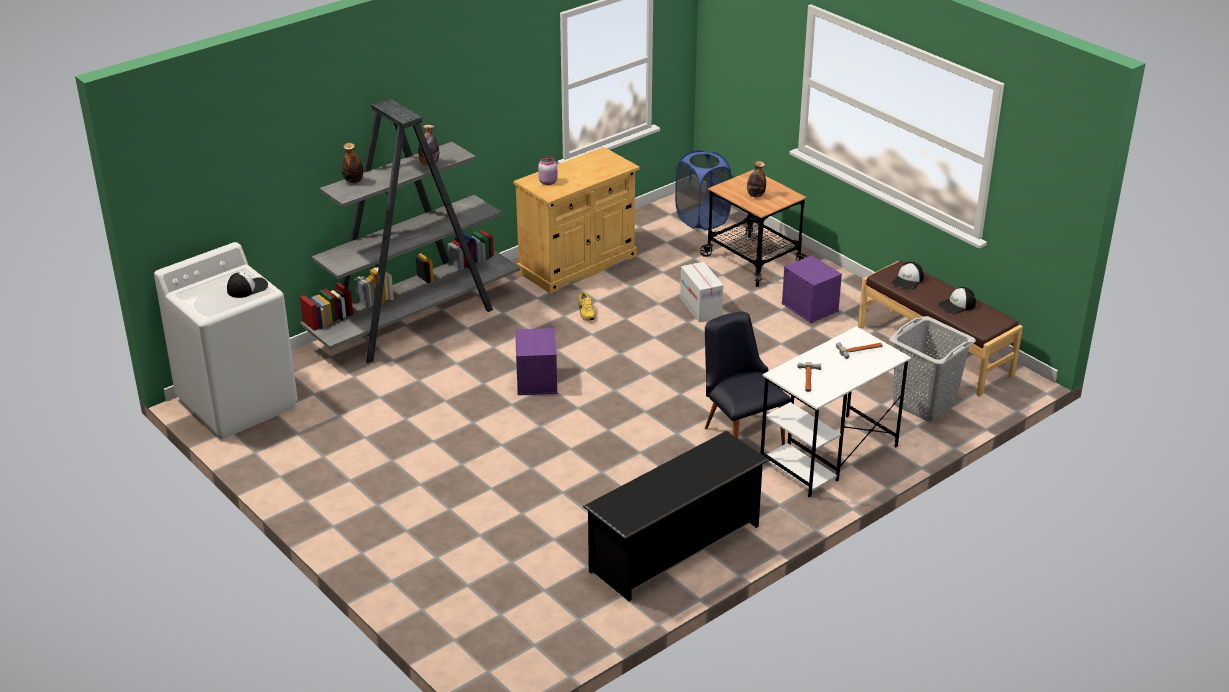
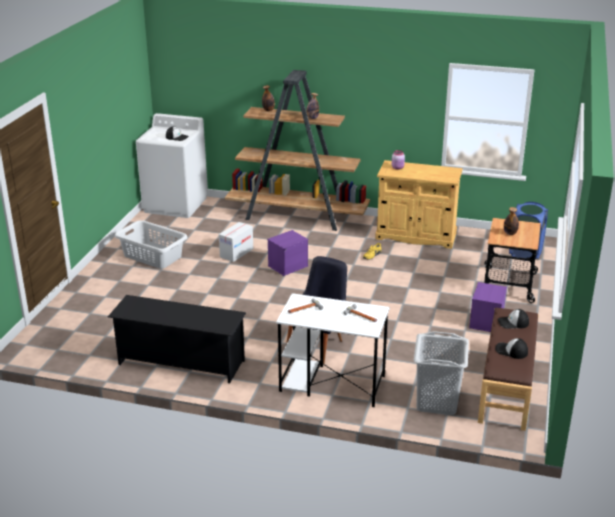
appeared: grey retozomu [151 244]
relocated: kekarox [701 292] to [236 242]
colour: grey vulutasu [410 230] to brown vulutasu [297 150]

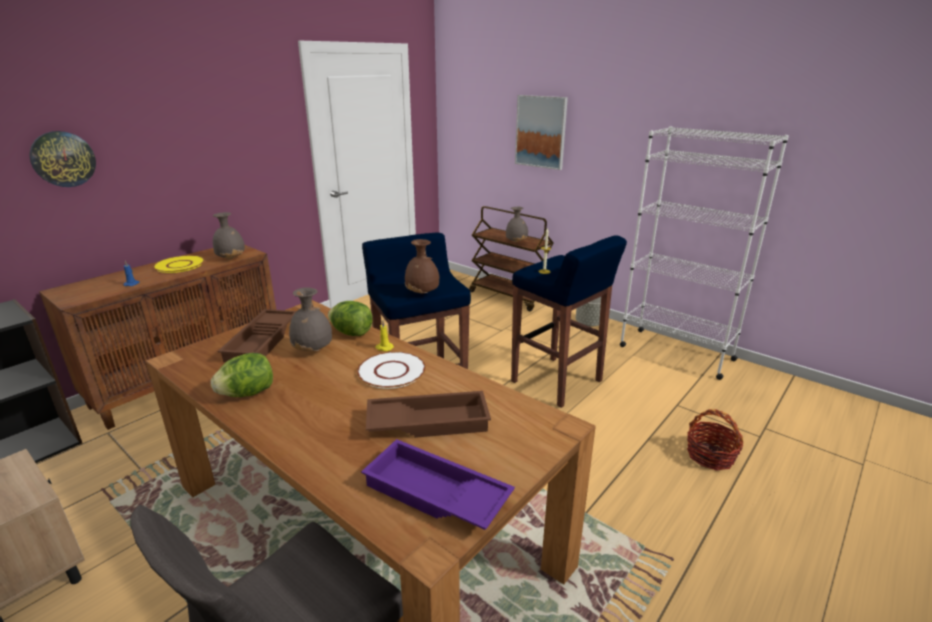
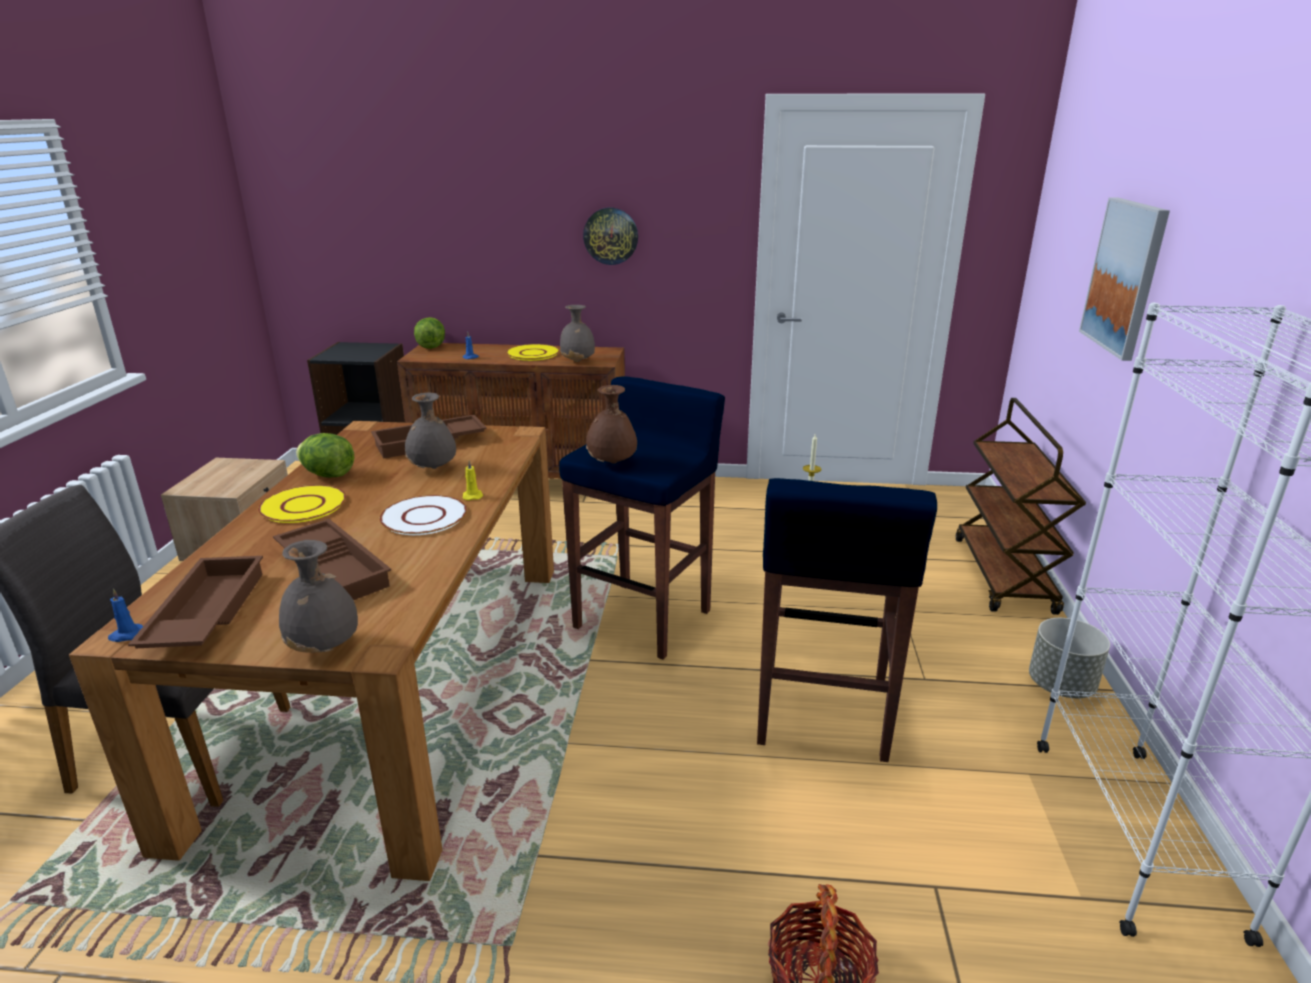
appeared: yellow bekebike [302 504]; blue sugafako [125 615]
relocated: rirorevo [62 159] to [610 236]; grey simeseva [517 225] to [318 596]; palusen [350 318] to [429 333]
colour: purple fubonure [438 484] to brown fubonure [195 602]

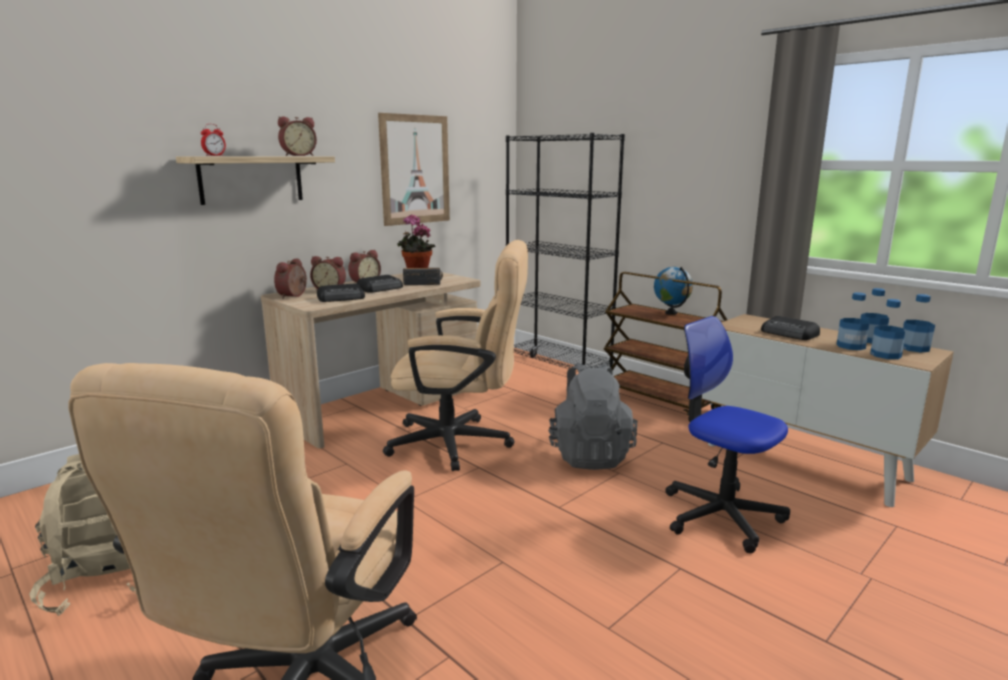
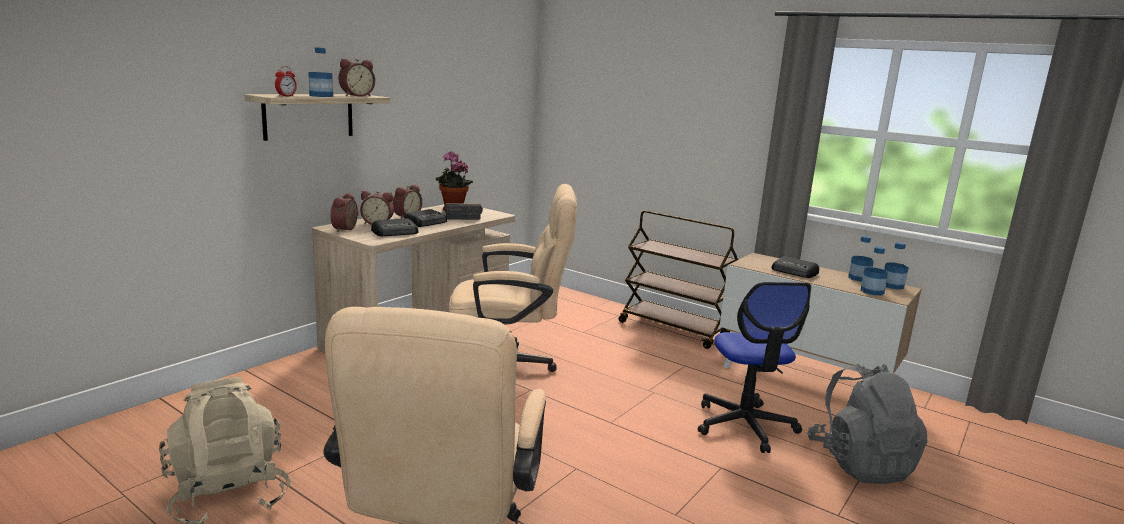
missing: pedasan [414 169]; black vulutasu [565 252]; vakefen [673 291]
relocated: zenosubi [853 321] to [320 72]; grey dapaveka [593 416] to [867 424]
spun: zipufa [727 434] = [754 367] 135 degrees counterclockwise

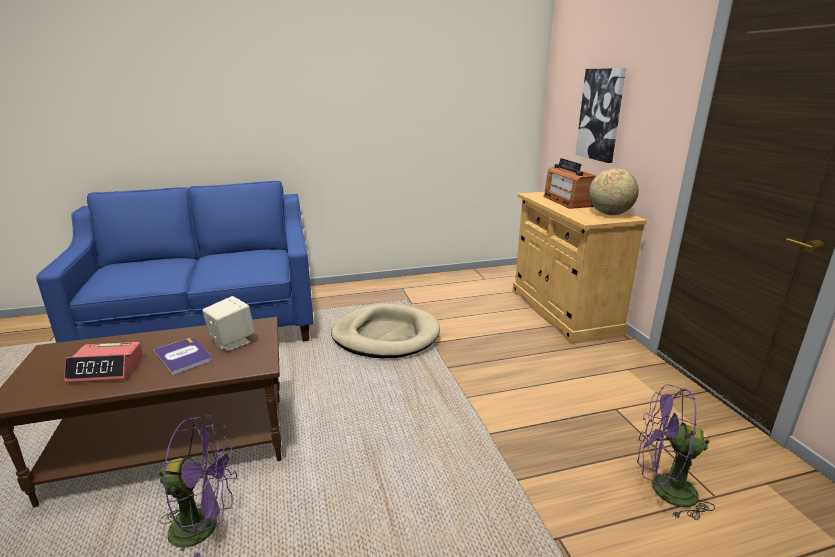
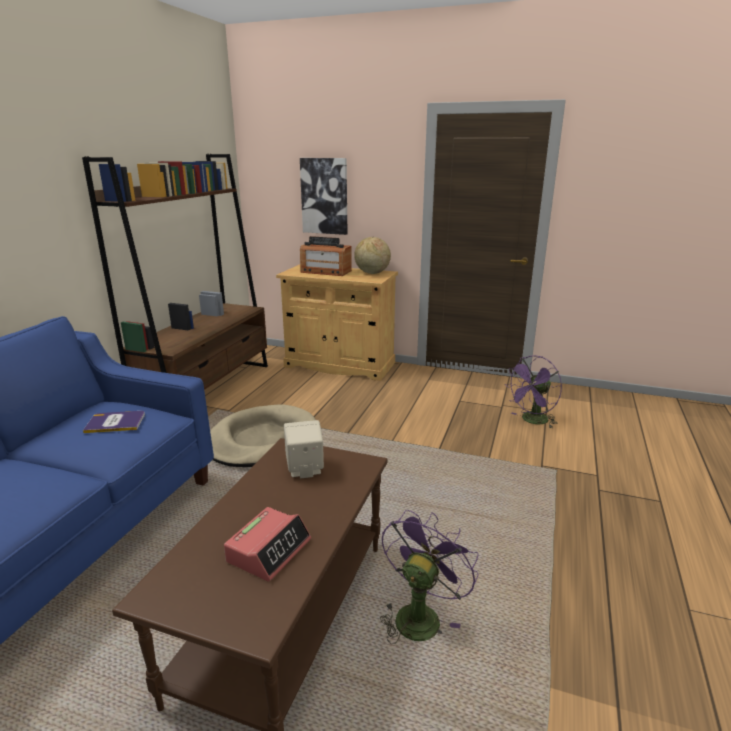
appeared: brown vulutasu [175 272]
relocated: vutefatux [182 356] to [114 422]

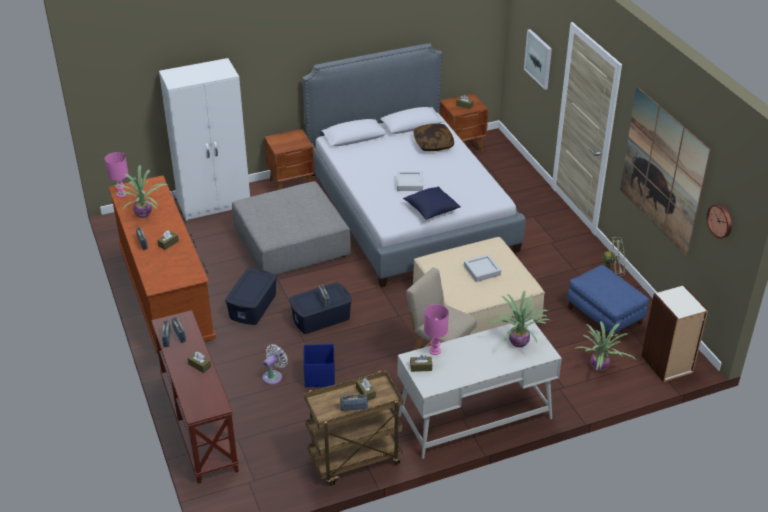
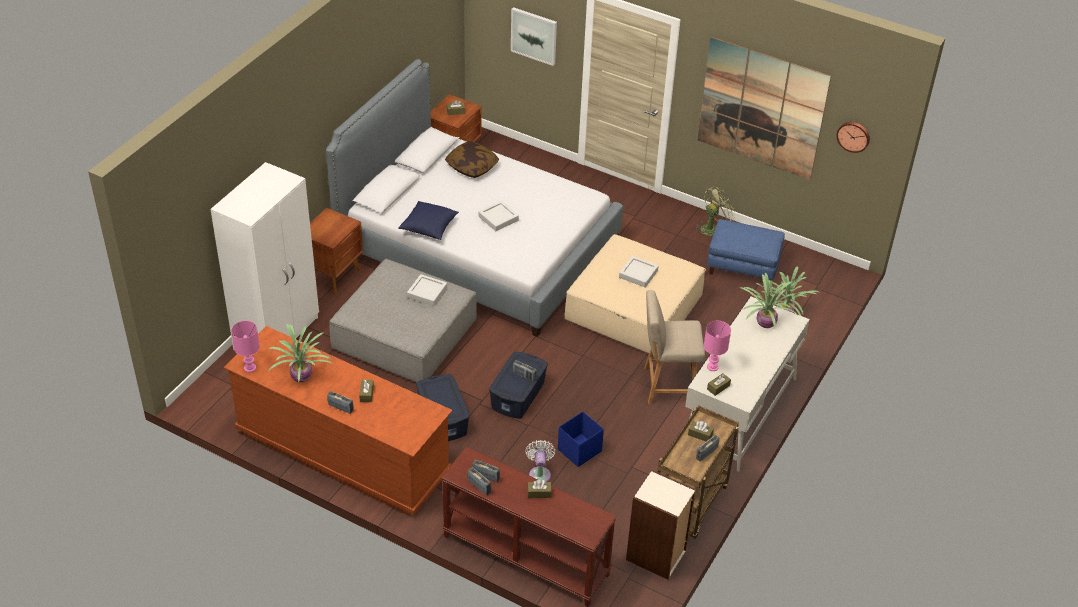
appeared: grey fubonure [427 290]
relocated: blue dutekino [432 203] to [428 220]; vulutasu [674 333] to [661 525]

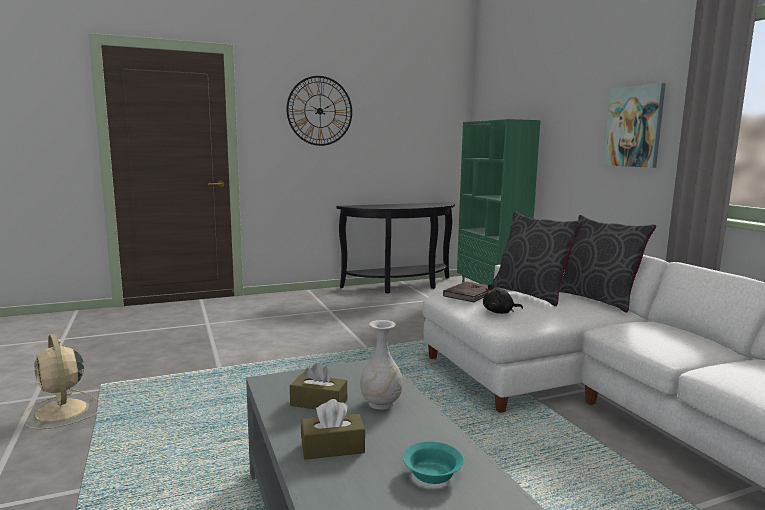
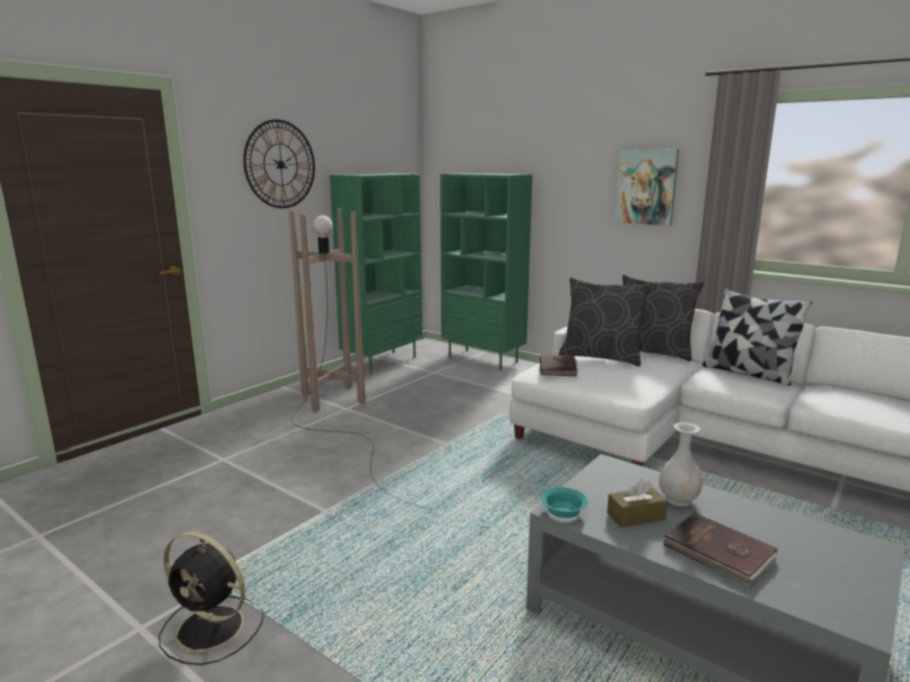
missing: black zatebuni [503 299]
appeared: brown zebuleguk [364 359]; dutekino [757 337]
relocated: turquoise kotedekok [433 463] to [564 502]
exchanged: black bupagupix [395 248] to green vulutasu [376 273]; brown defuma [333 429] to brown vutefatux [720 549]
colour: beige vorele [62 382] to black vorele [211 598]

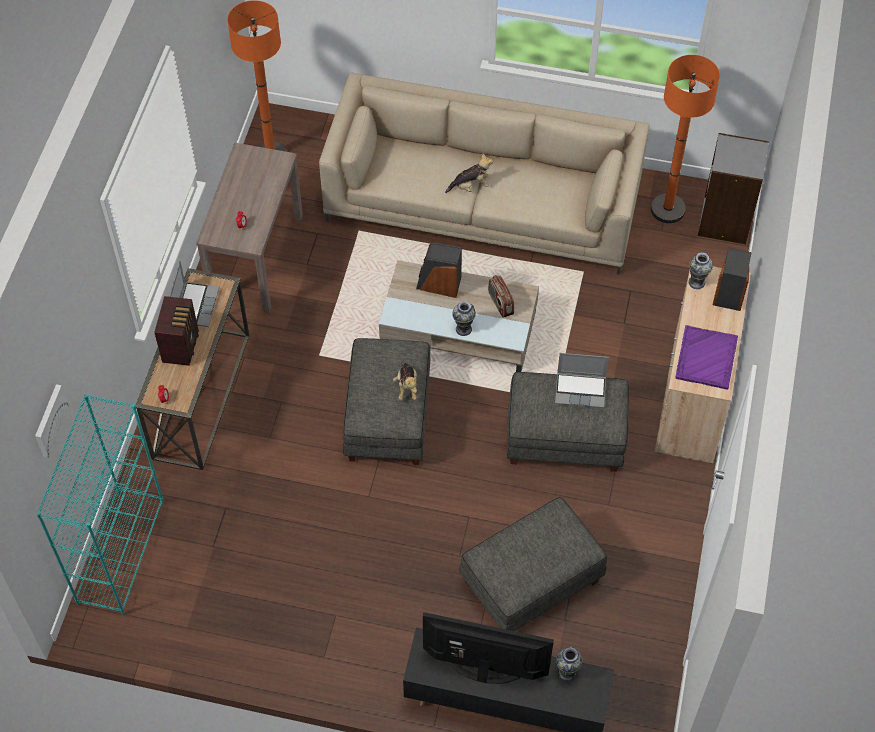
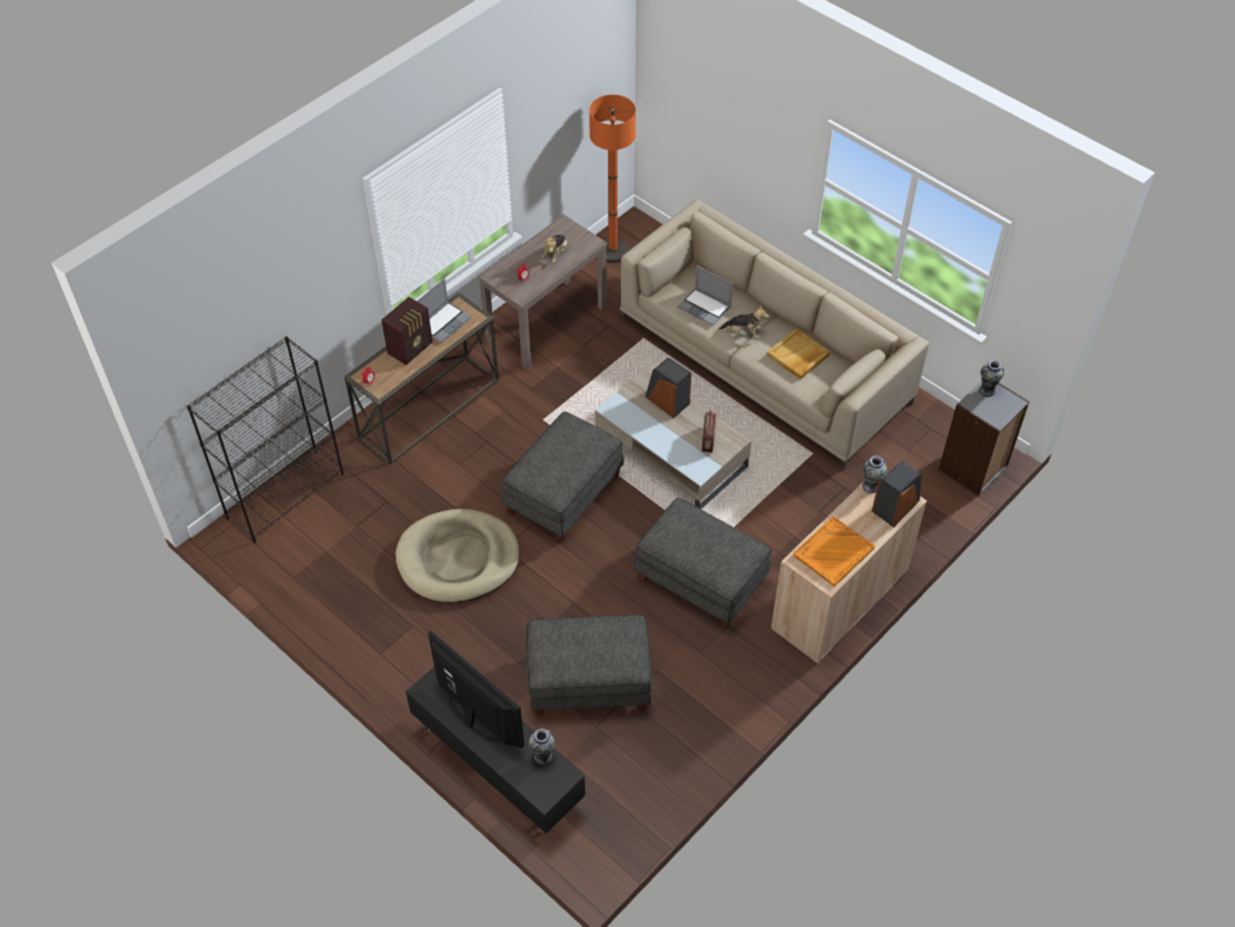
missing: orange zebuleguk [685 139]; pedasan [52 420]
appeared: beige fubonure [798 354]; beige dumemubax [457 556]
relocated: simeseva [464 318] to [991 378]; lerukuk [582 380] to [705 296]; zatebuni [405 381] to [554 248]
colour: purple fubonure [707 357] to orange fubonure [834 551]; turquoise vulutasu [100 504] to black vulutasu [265 439]

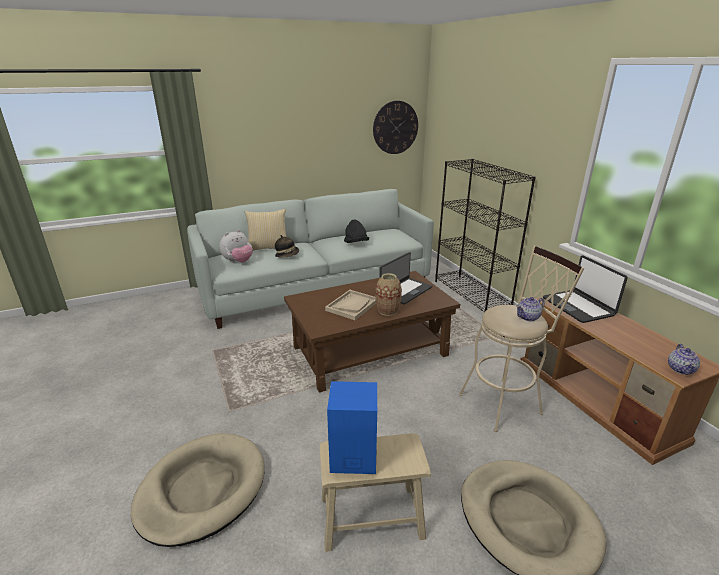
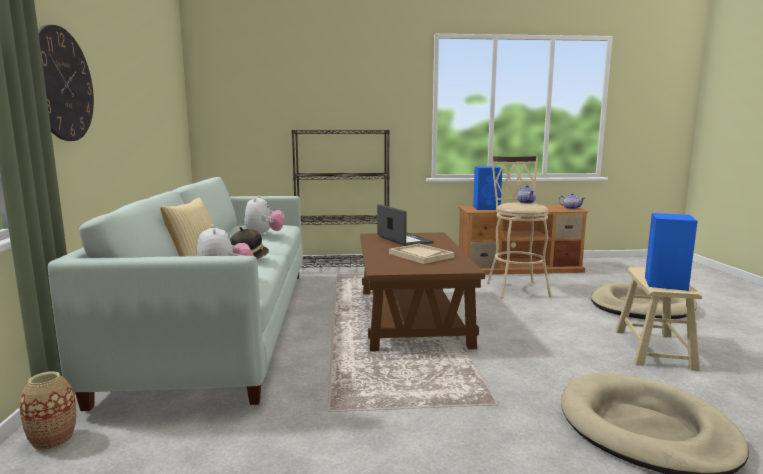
relocated: rirorevo [395 127] to [66 83]; simeseva [388 294] to [48 410]
exchanged: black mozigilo [356 231] to zatebuni [264 215]; lerukuk [585 289] to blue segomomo [487 188]

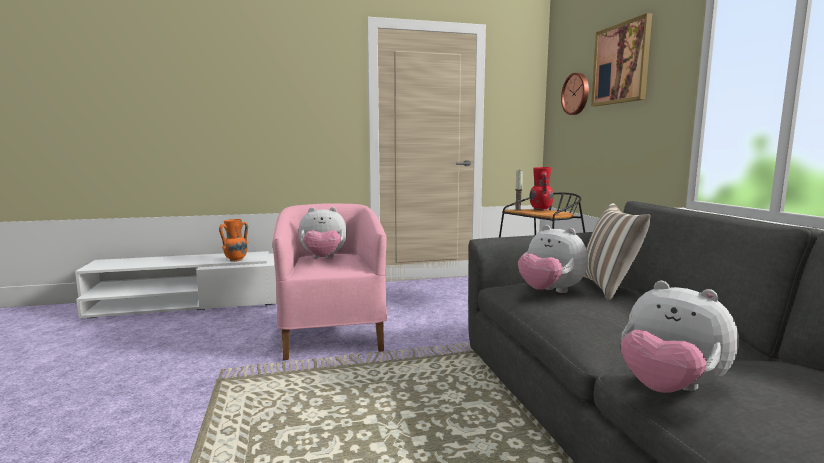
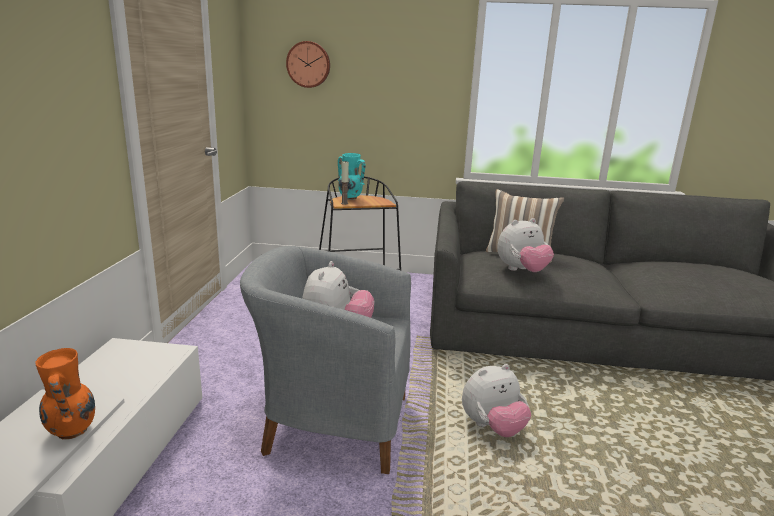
missing: pedasan [621 59]
relocated: zatebuni [680 337] to [496 400]
colour: red simeseva [541 189] to turquoise simeseva [352 176]; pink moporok [329 281] to grey moporok [325 360]

